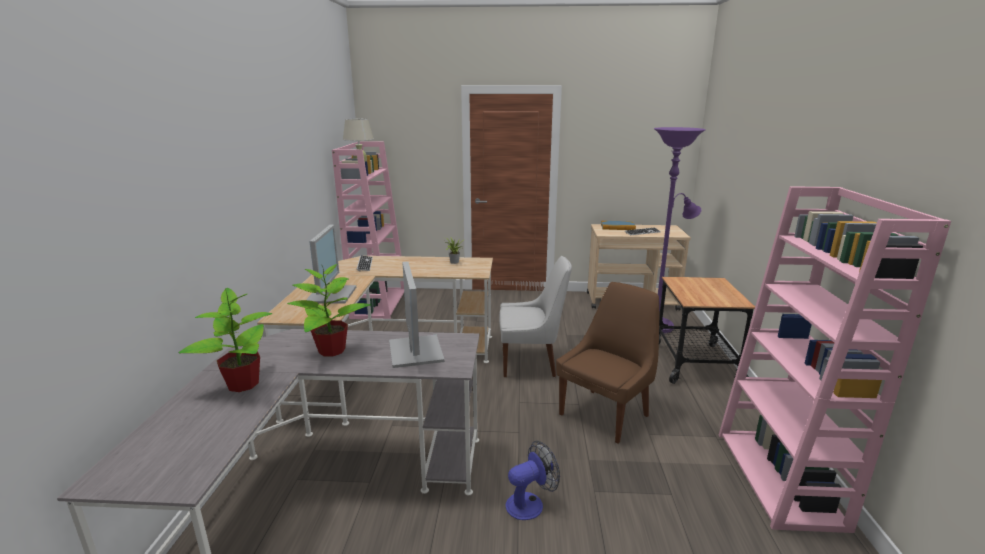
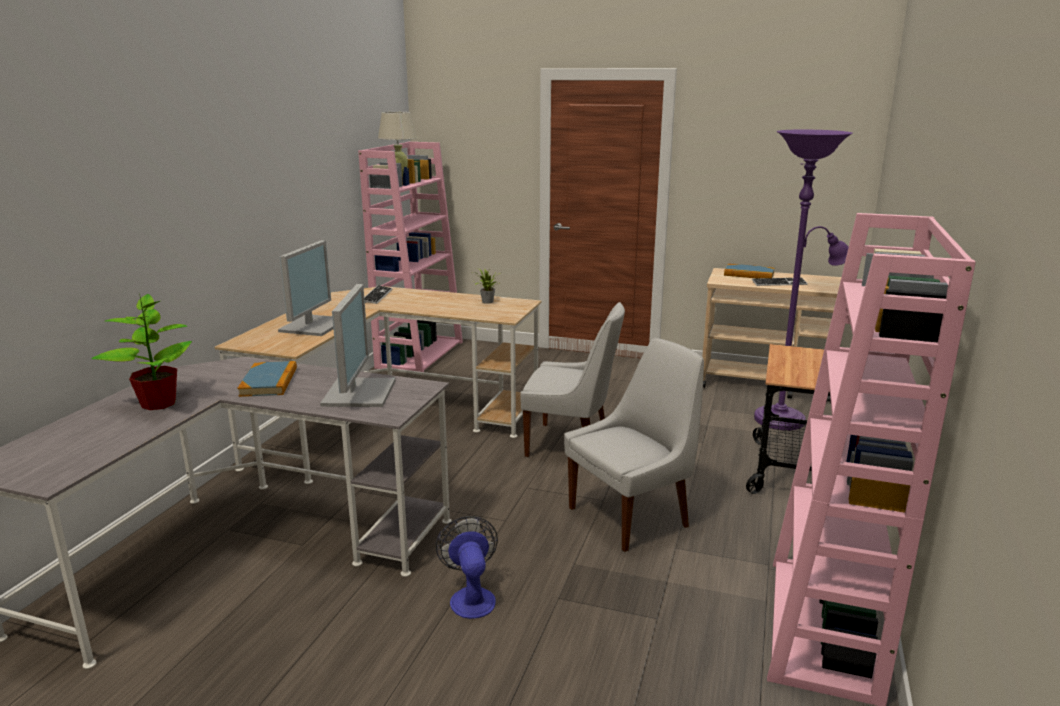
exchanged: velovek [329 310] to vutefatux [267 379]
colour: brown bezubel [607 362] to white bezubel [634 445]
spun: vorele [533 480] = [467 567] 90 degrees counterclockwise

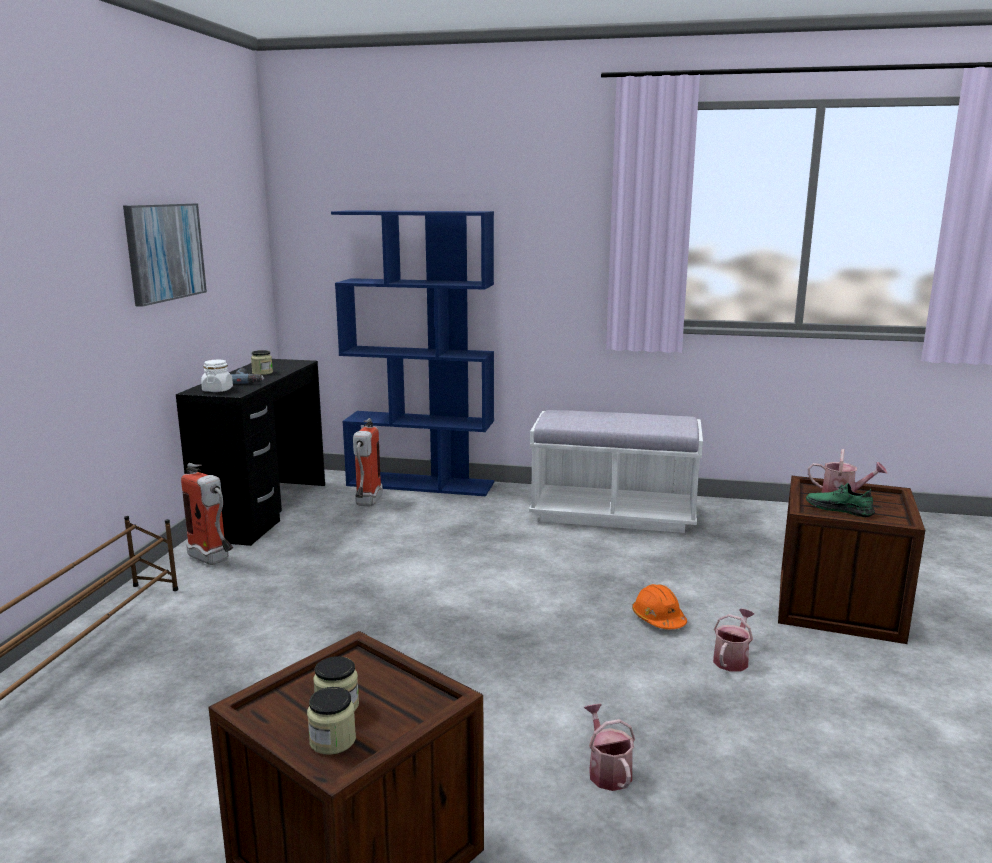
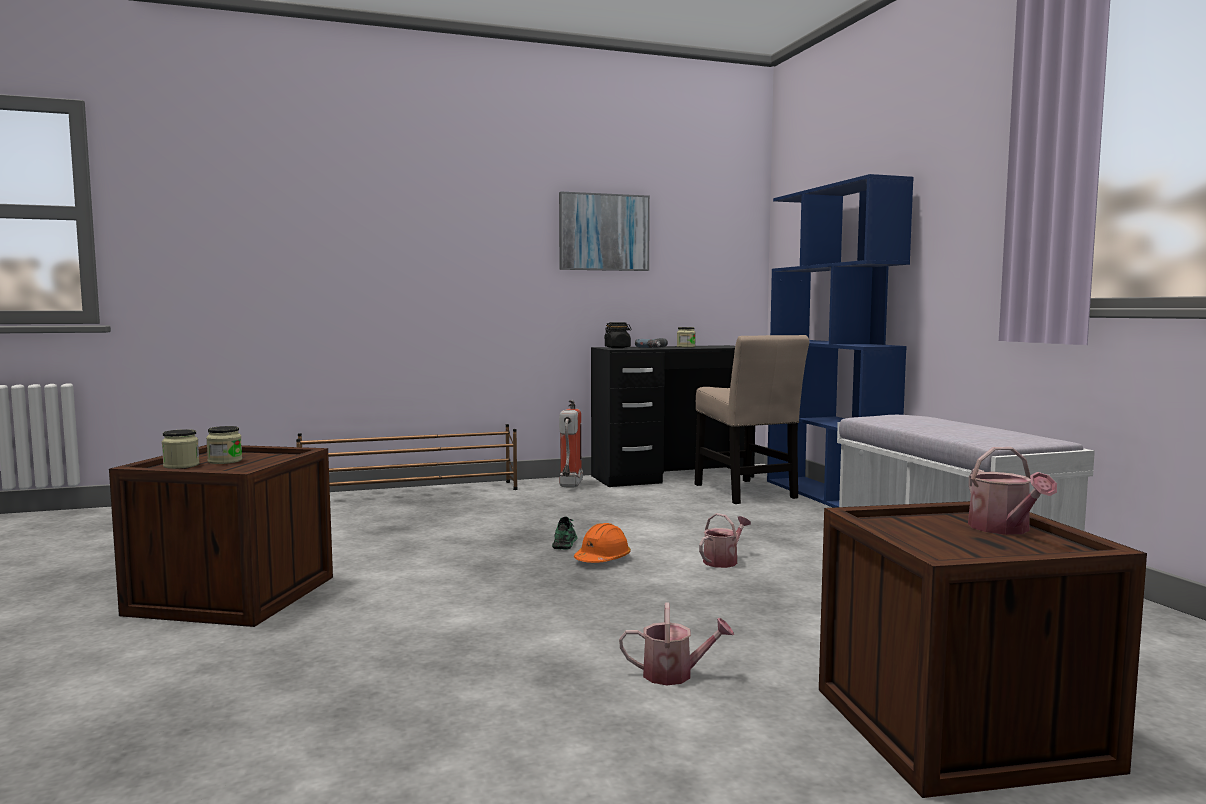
relocated: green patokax [840 500] to [565 533]; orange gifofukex [659 606] to [602 543]; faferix [609 747] to [725 540]
exchanged: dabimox [368 462] to beige bezubel [752 419]
colour: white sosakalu [217 376] to black sosakalu [617 335]

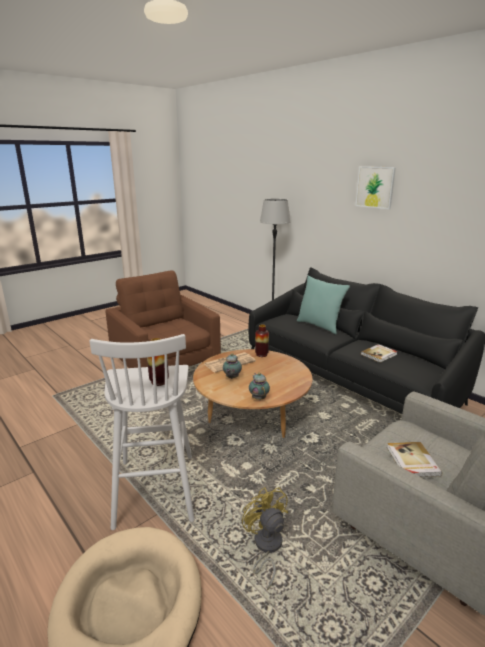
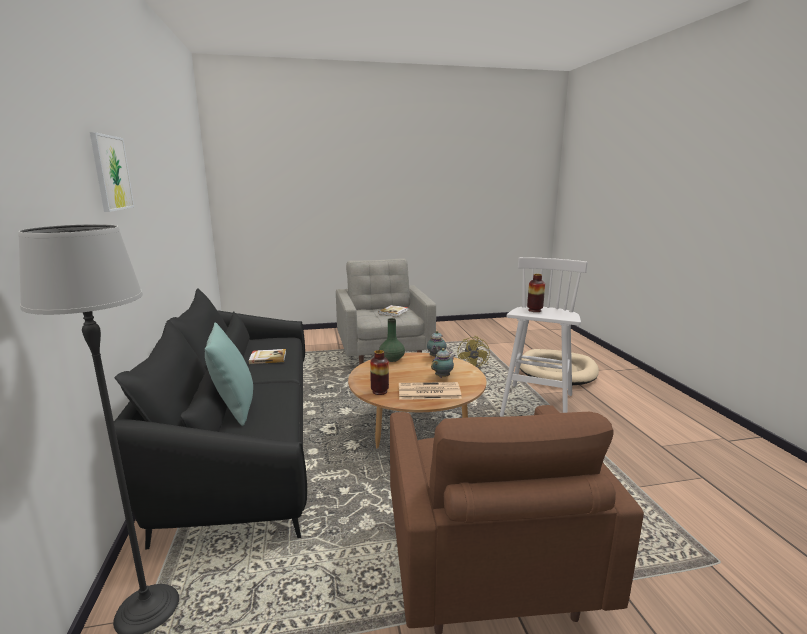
appeared: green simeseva [392 340]

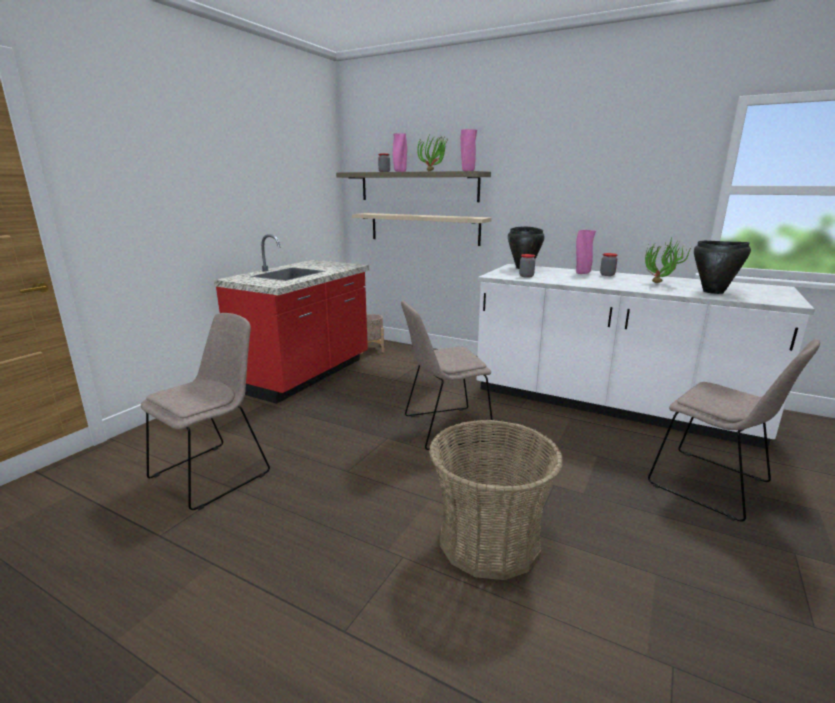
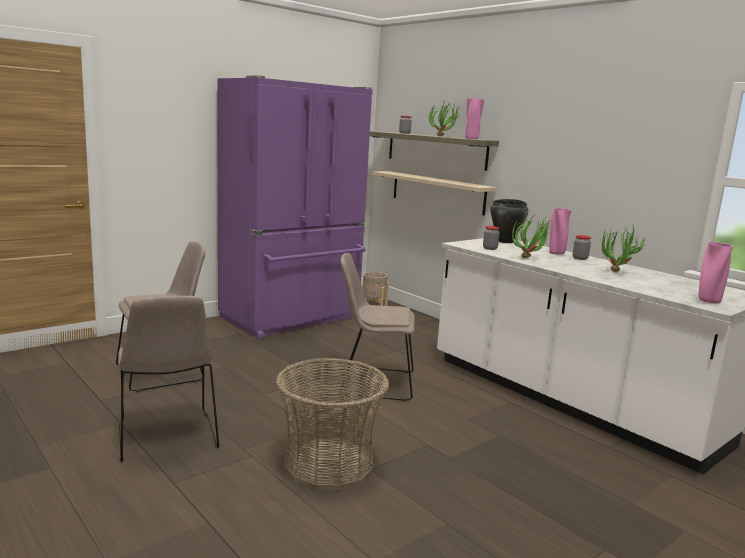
missing: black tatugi [722 267]
appeared: velovek [532 235]
relocated: pink simeseva [400 152] to [715 273]; beige bezubel [734 430] to [168 379]
exchanged: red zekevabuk [291 319] to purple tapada [295 207]

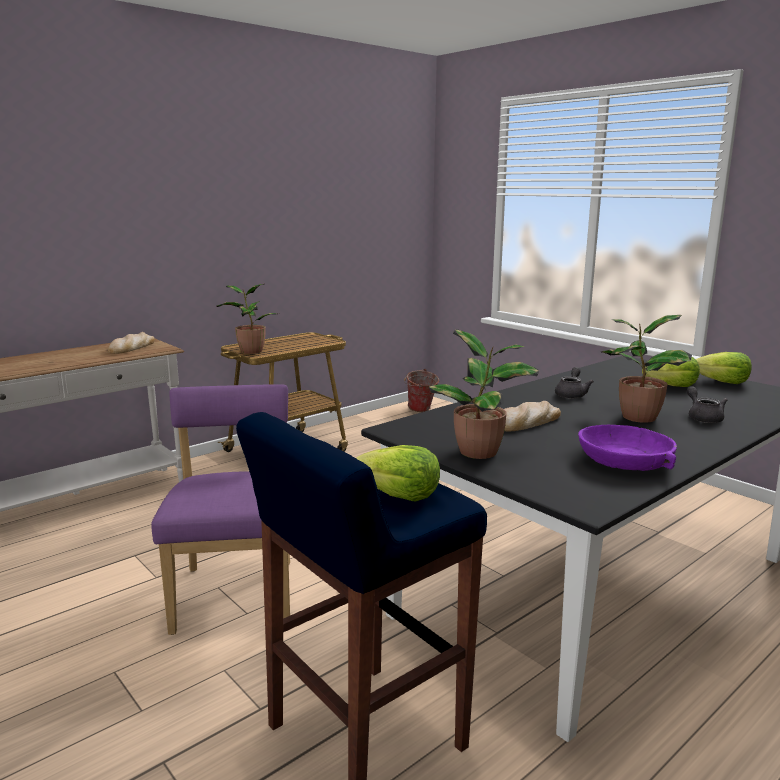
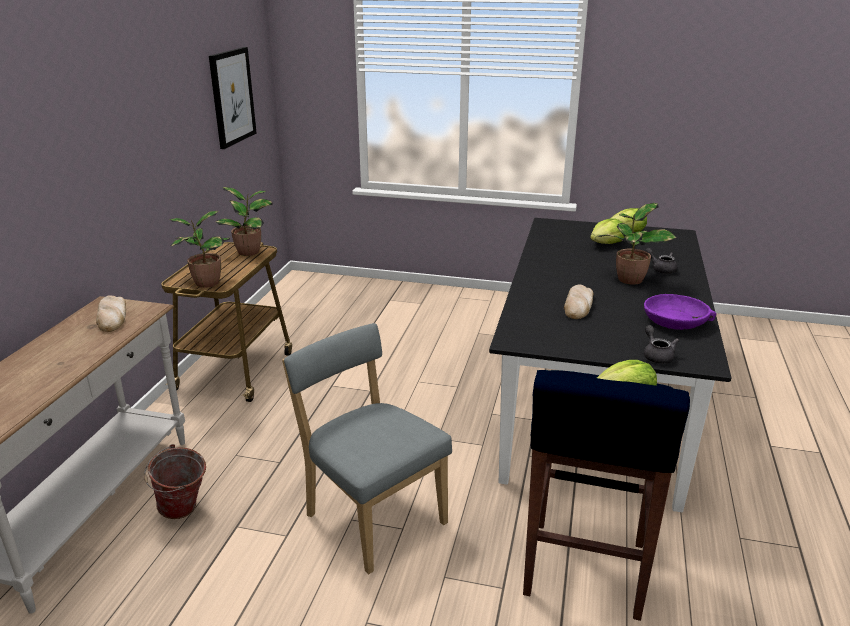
appeared: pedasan [233 98]
relocated: velovek [484 394] to [244 221]; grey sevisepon [574 383] to [661 344]; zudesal [421 390] to [175 481]
colour: purple bezubel [220 509] to grey bezubel [367 448]

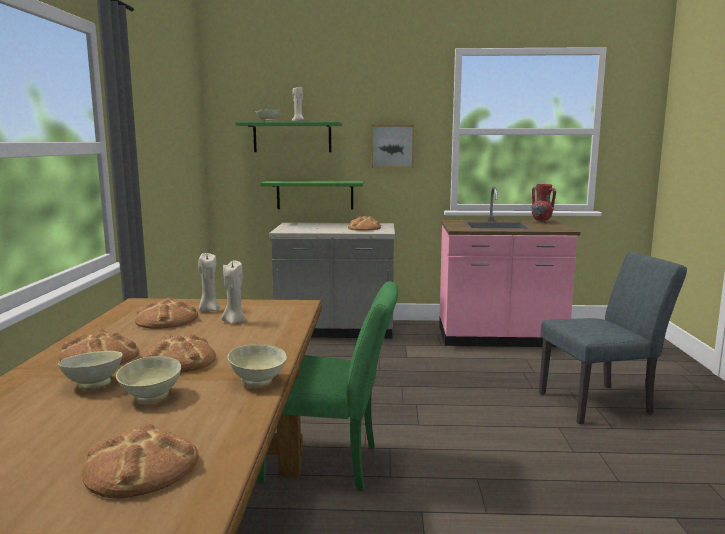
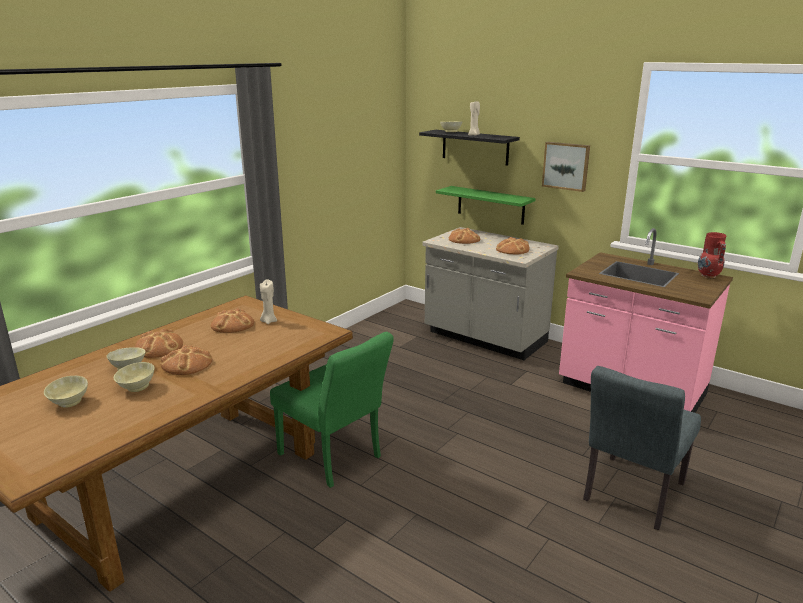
missing: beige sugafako [234 292]
relocated: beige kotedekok [257 365] to [66 392]; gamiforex [140 461] to [464 236]
colour: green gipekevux [288 137] to black gipekevux [469 148]
spun: grey bezubel [613 338] = [642 448] 105 degrees clockwise

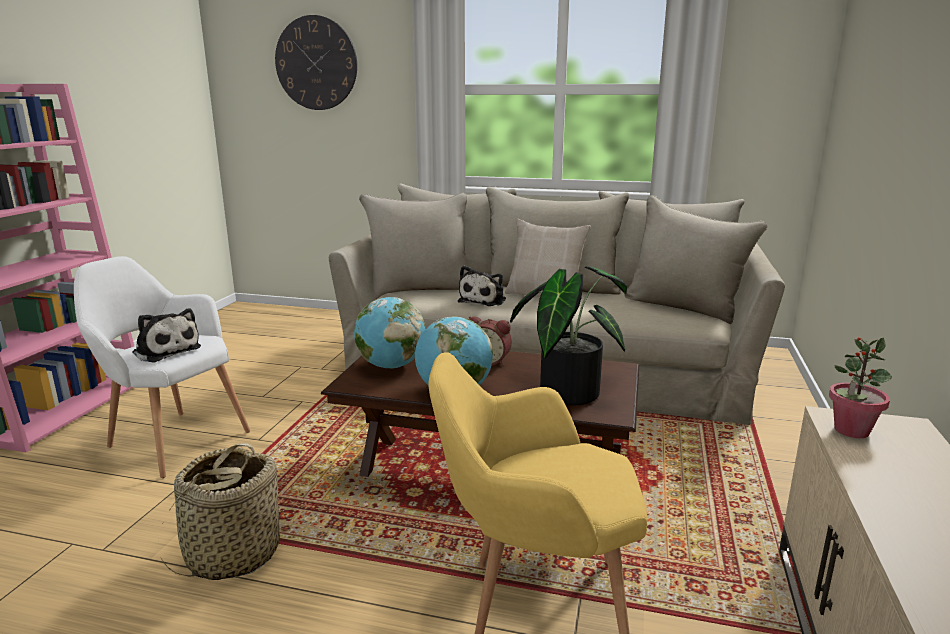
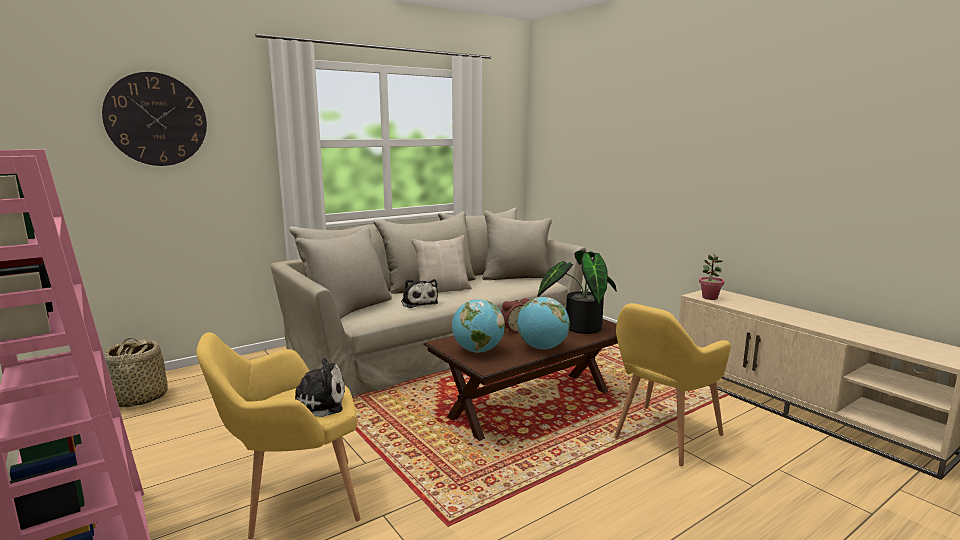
relocated: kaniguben [220 511] to [136 372]
colour: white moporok [162 367] to yellow moporok [278 436]

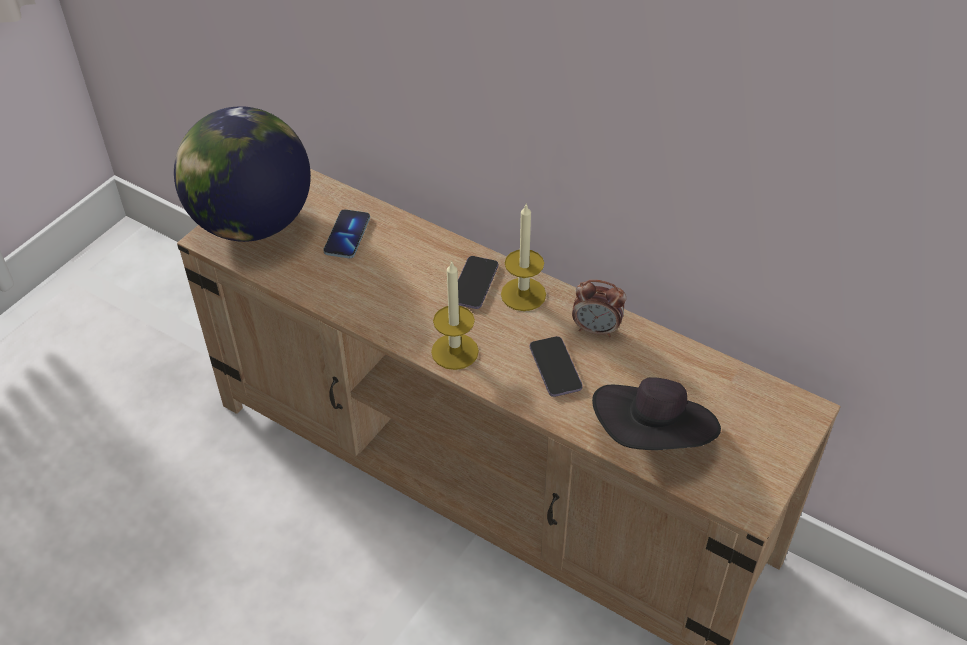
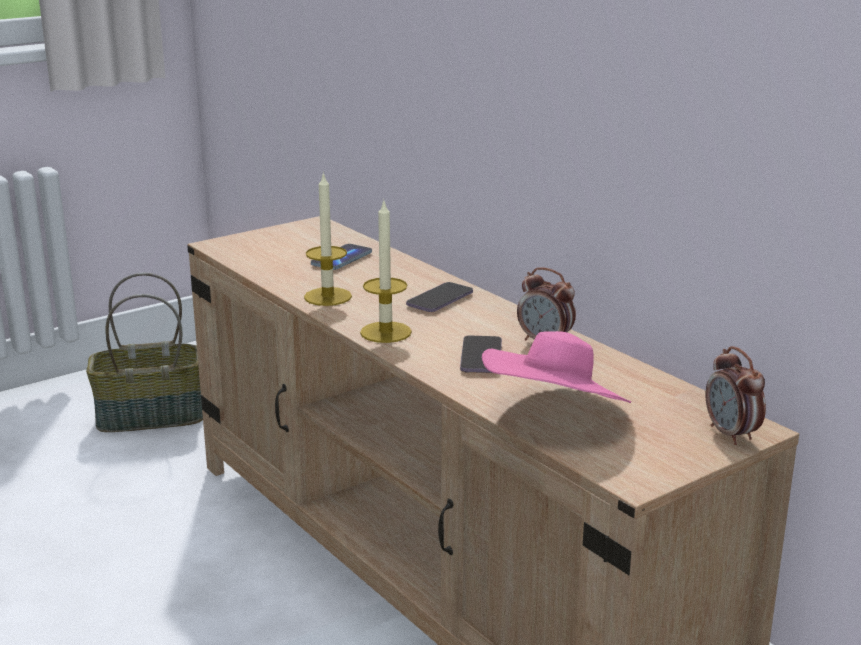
missing: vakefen [242 174]
appeared: kaniguben [144 352]; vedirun [736 395]
relocated: sugafako [523 257] to [328 239]
colour: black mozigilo [656 414] to pink mozigilo [556 367]

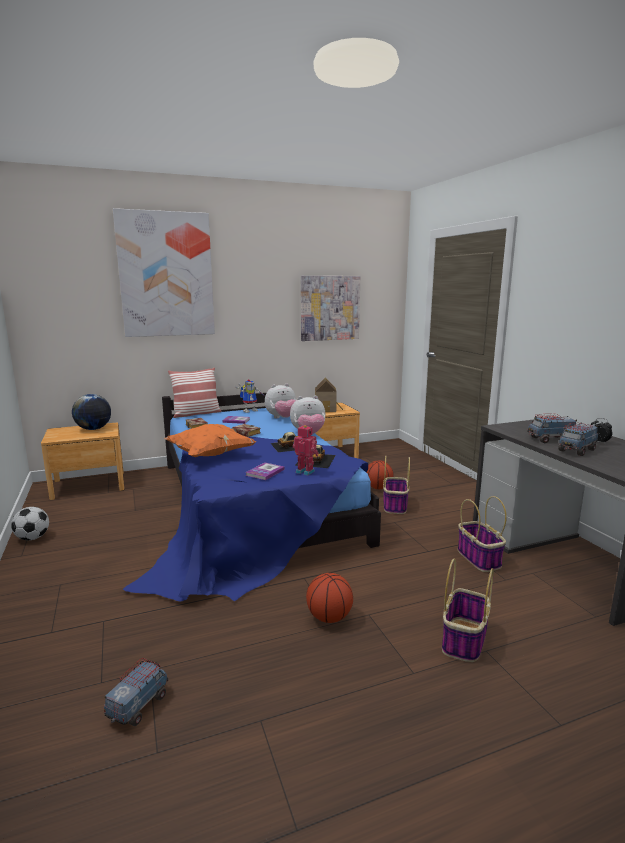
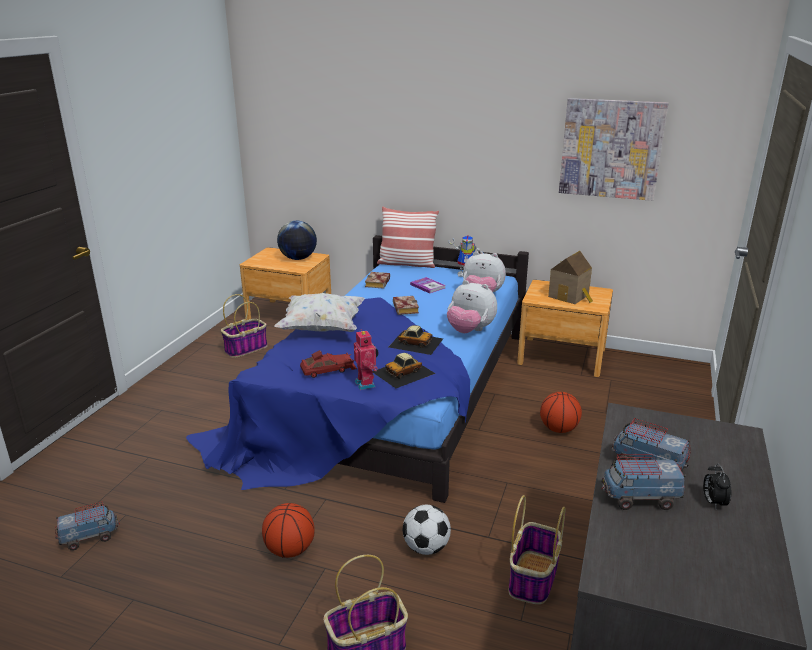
missing: pedasan [164 272]
relocated: kaniguben [396 485] to [244 326]; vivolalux [30 523] to [427 530]
exchanged: vutefatux [264 471] to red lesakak [328 364]
colour: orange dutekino [210 440] to white dutekino [319 312]

